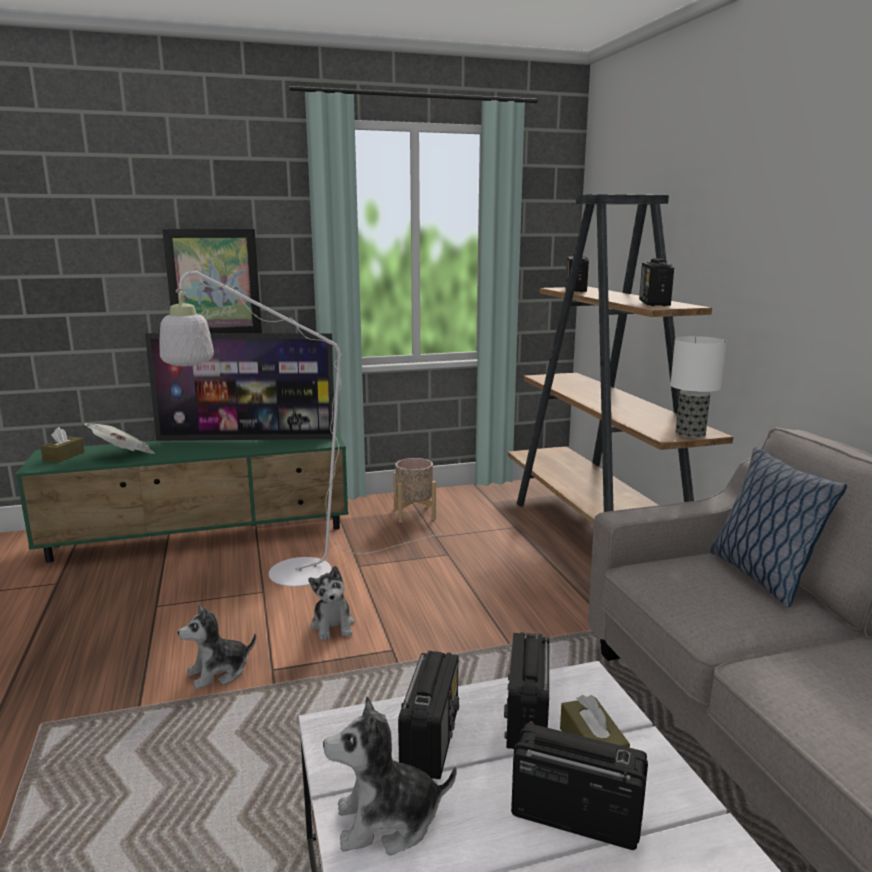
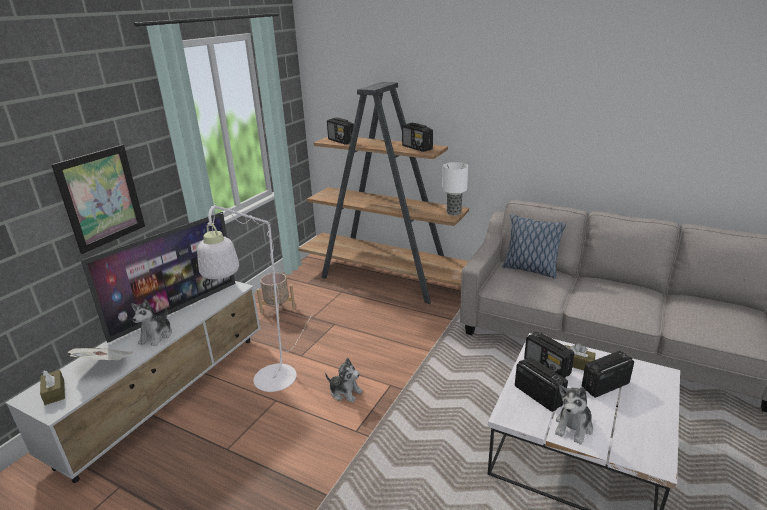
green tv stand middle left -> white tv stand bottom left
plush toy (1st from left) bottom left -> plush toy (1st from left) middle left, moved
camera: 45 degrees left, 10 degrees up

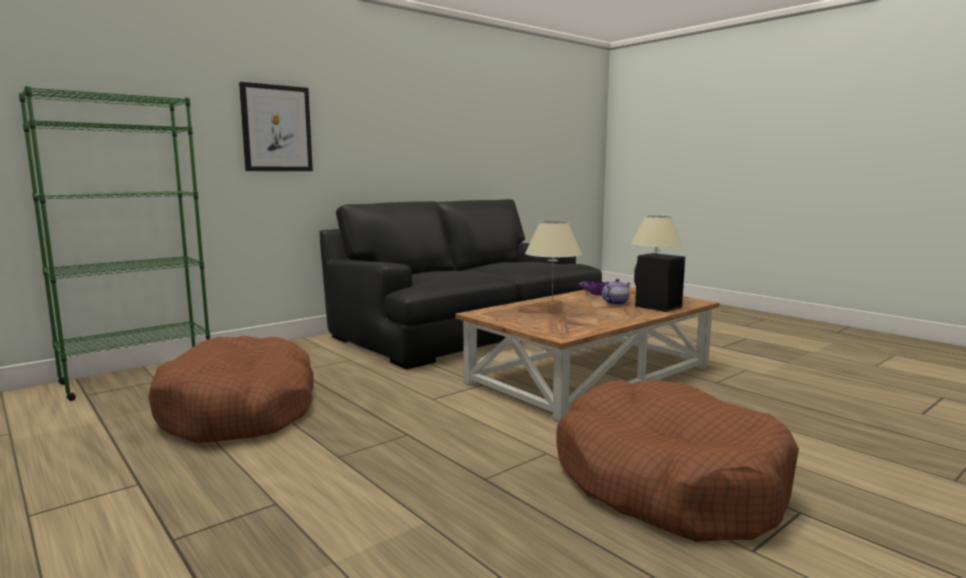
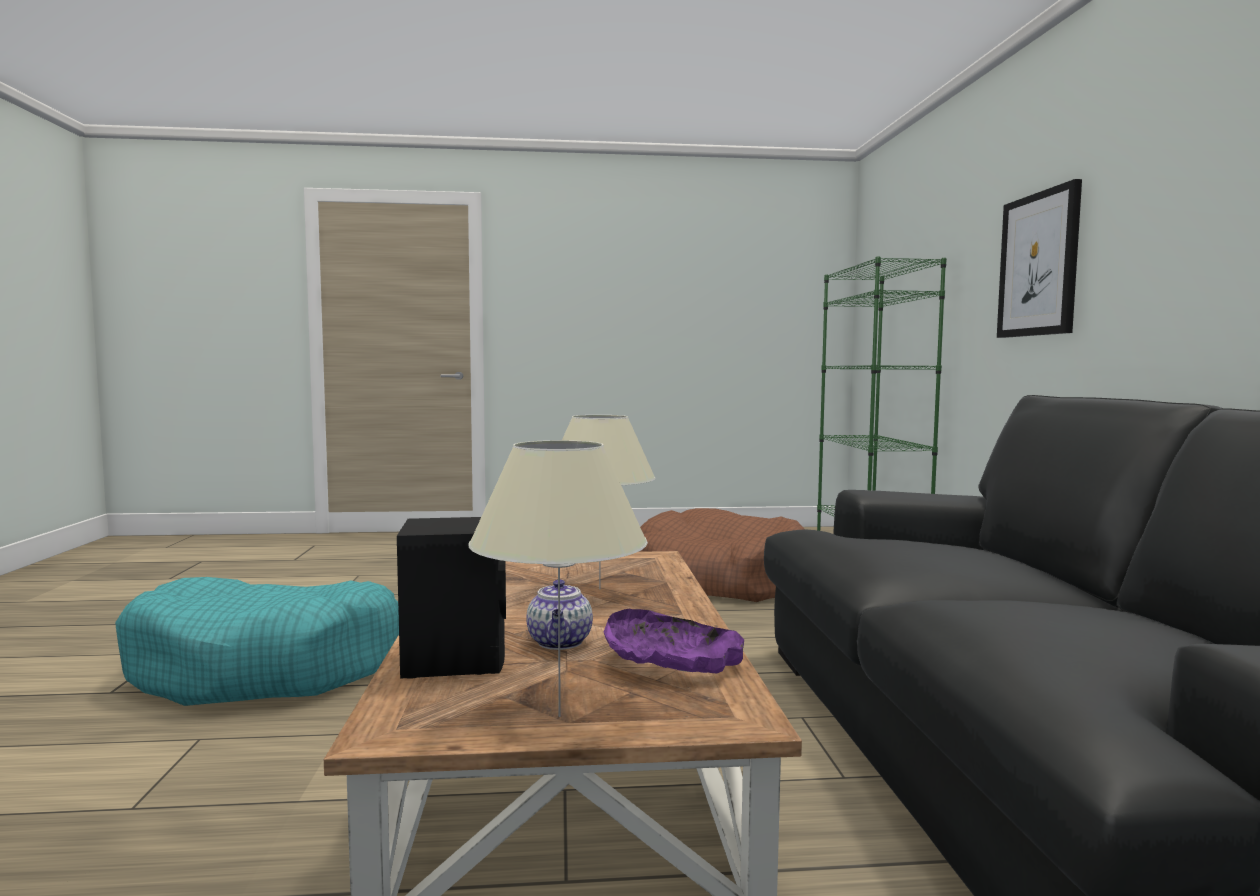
brown dog bed (2nd from left) bottom right -> turquoise dog bed bottom left
camera: 125 degrees right, 5 degrees down

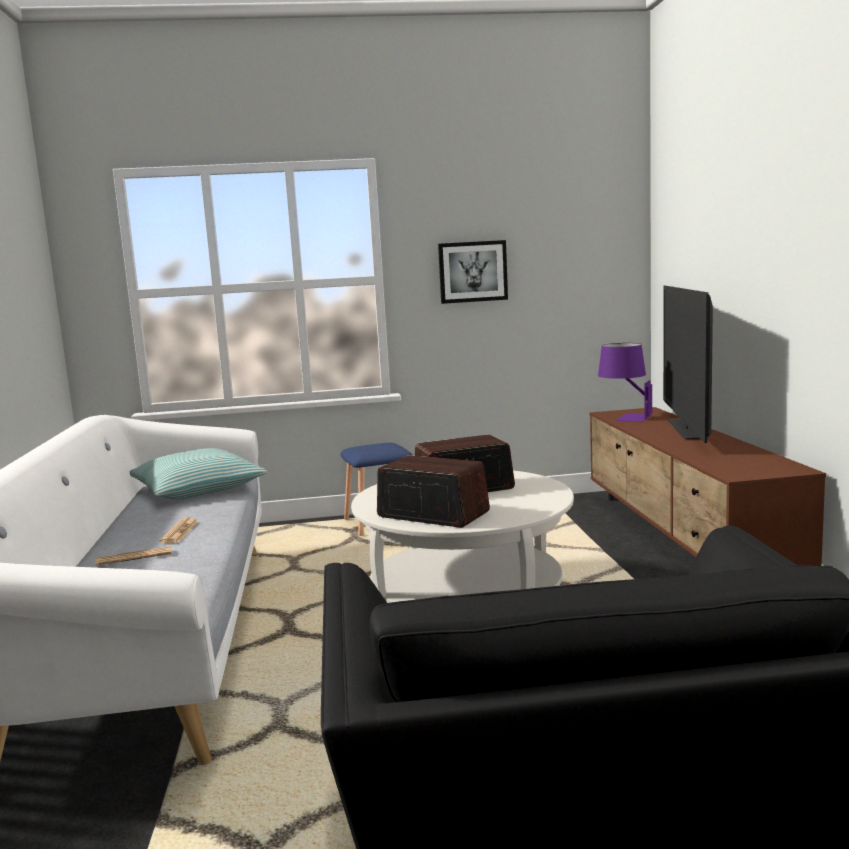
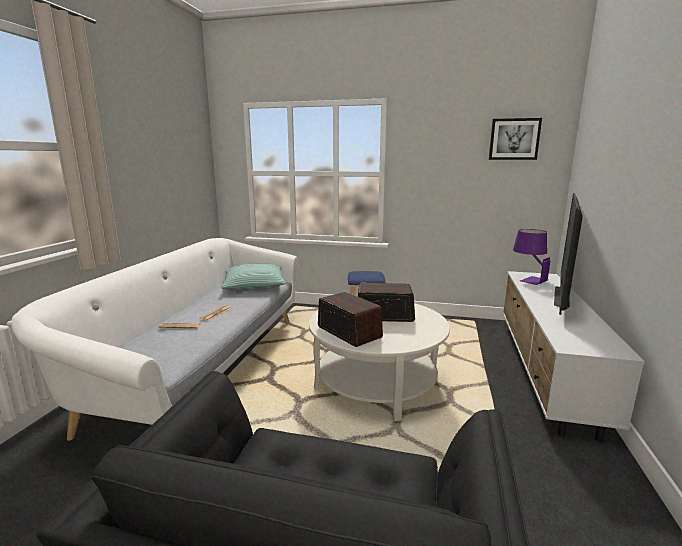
picture top centre -> picture top right, moved
brown tv stand middle right -> white tv stand middle right
camera: 20 degrees right, 5 degrees up

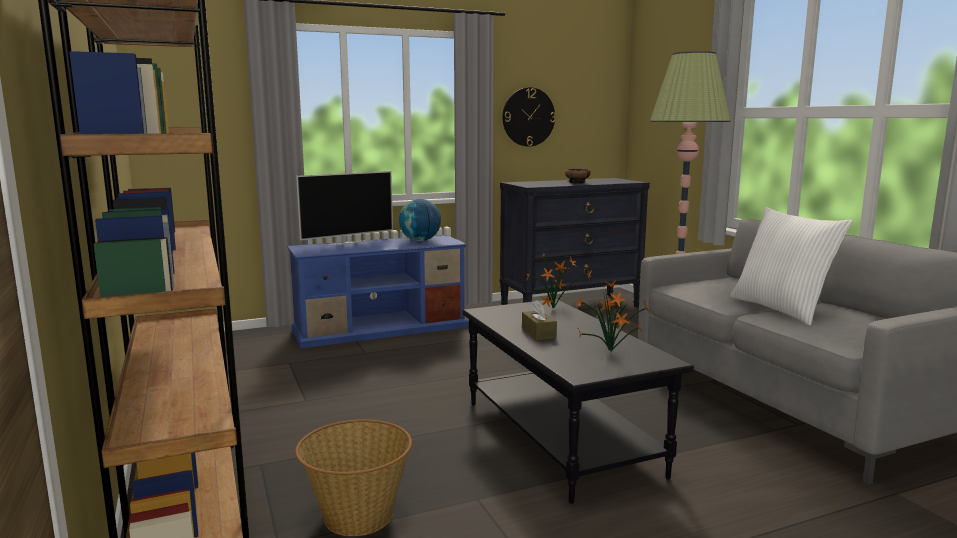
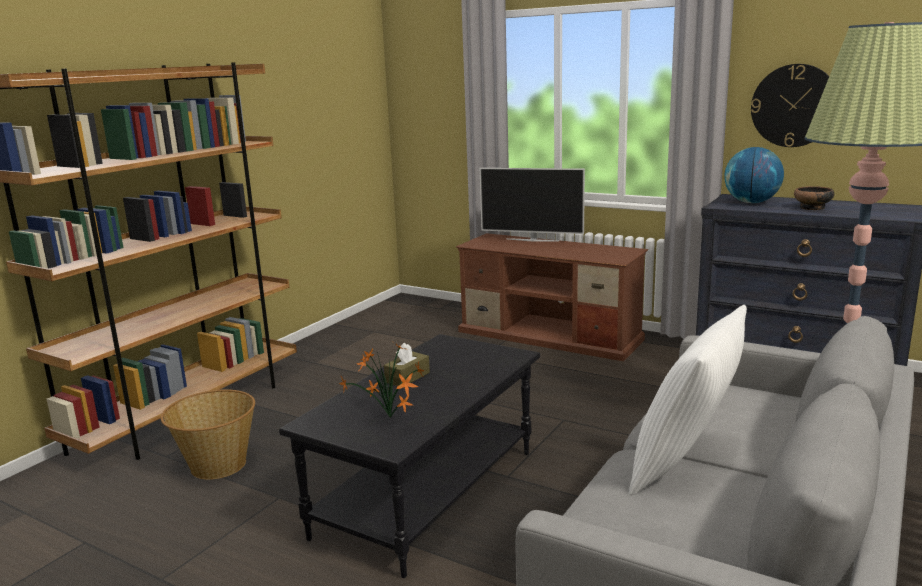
blue tv stand centre -> brown tv stand centre
globe centre -> globe top right, moved
potted plant (1st from left) centre -> none
camera: 55 degrees right, 5 degrees up

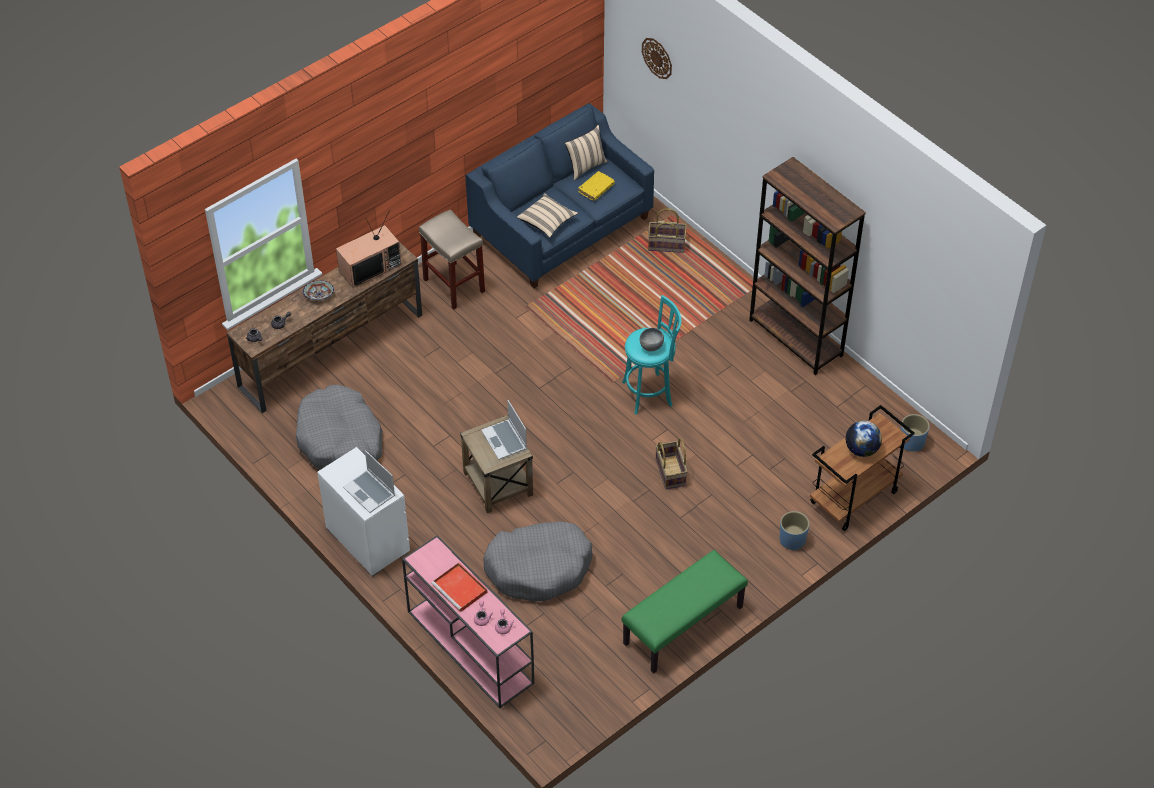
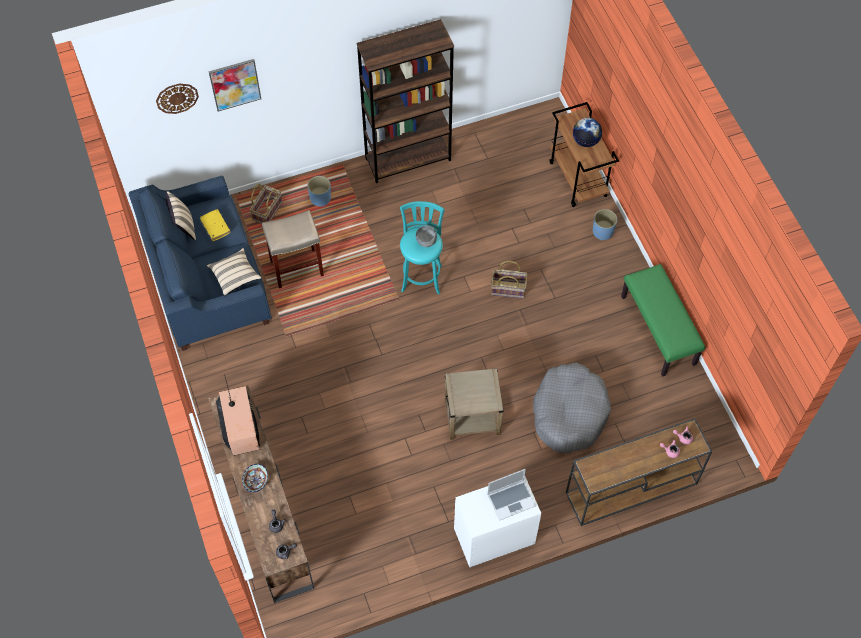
none -> picture top left
beige stool top centre -> beige stool centre, moved
blue planter (2nd from left in the first image) middle right -> blue planter (1st from left) top centre, moved
pink console table bottom centre -> brown console table bottom right
grey dog bed (1st from left) middle left -> none
red tray bottom centre -> none
laptop (2nd from left) centre -> none
camera: 70 degrees left, 10 degrees up

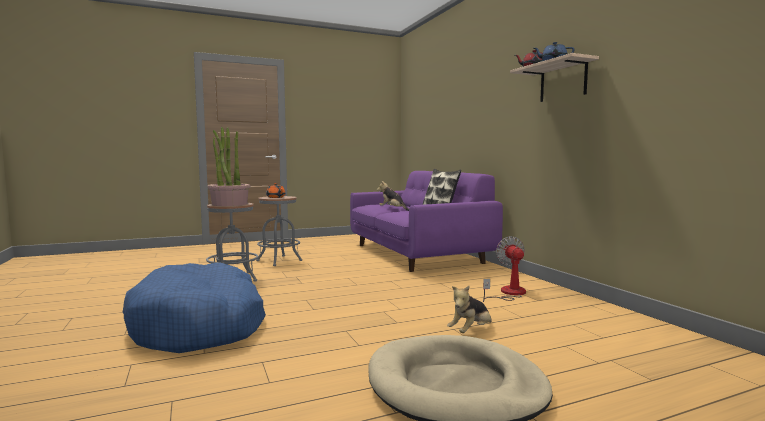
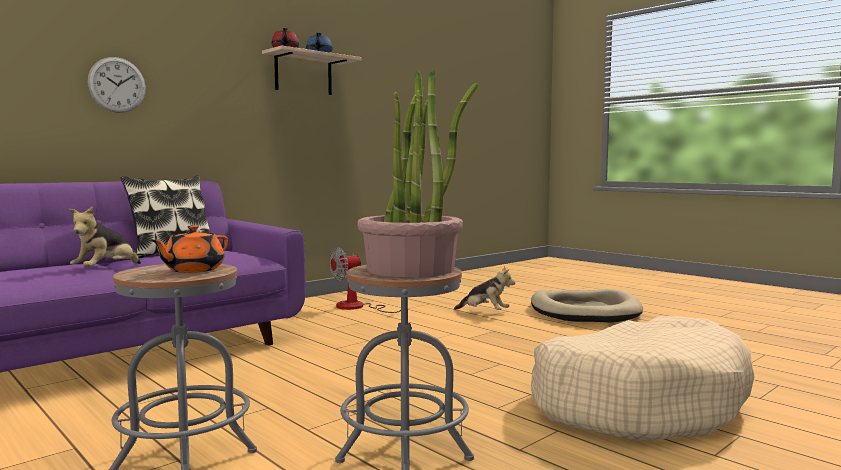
none -> wall clock top left
blue dog bed bottom left -> beige dog bed (2nd from left) bottom right
camera: 110 degrees left, 0 degrees up

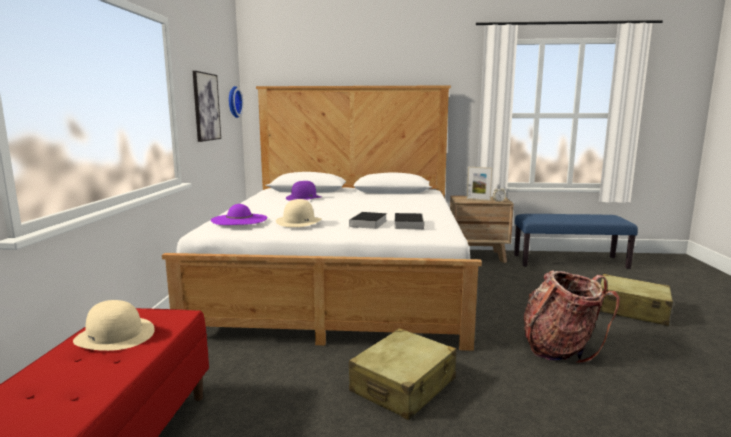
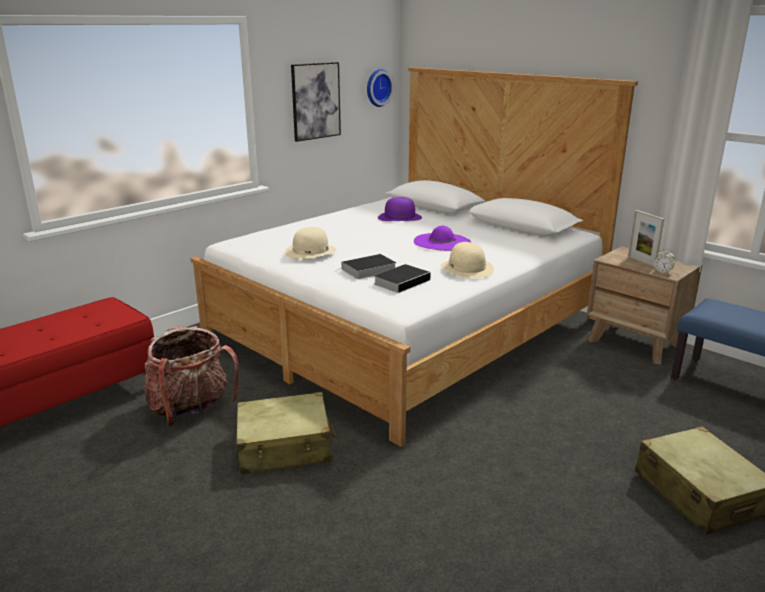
backpack bottom right -> backpack middle left, moved
purple hat (1st from left in the first image) middle left -> purple hat (2nd from left) centre, moved
beige hat (1st from left in the first image) bottom left -> beige hat (2nd from left) centre, moved
camera: 40 degrees right, 10 degrees up

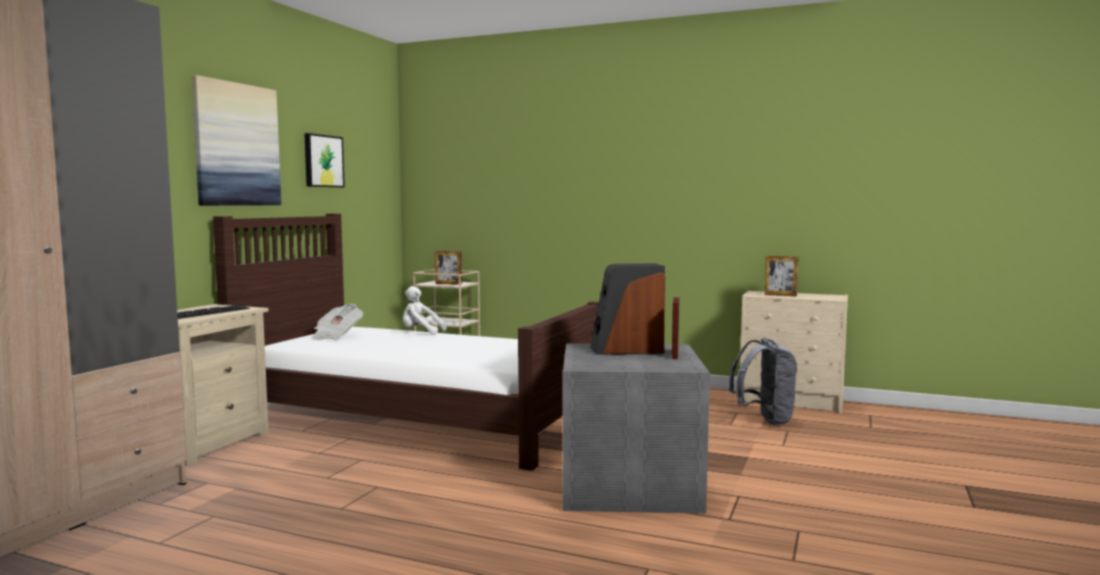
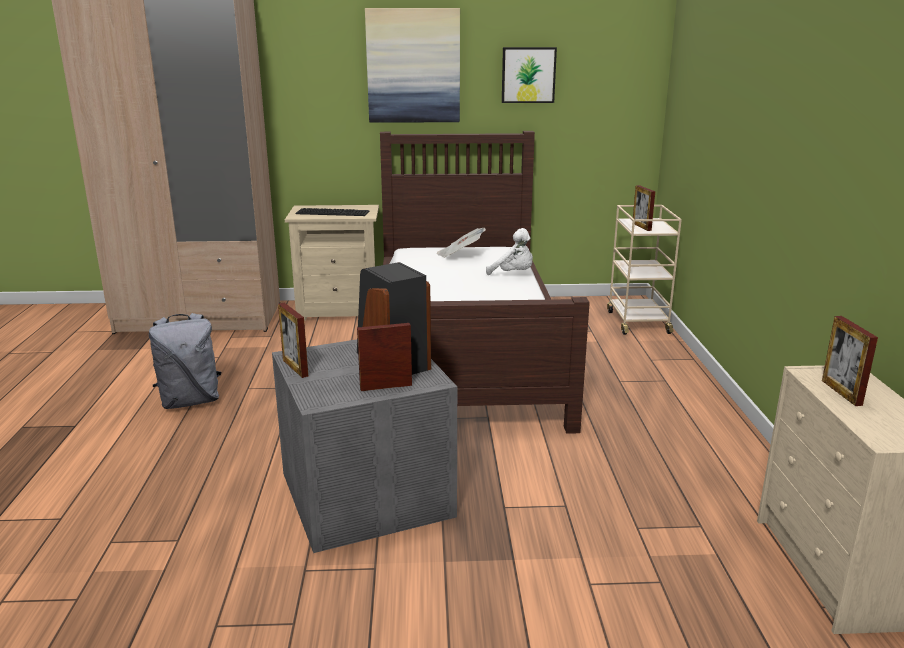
grey backpack middle right -> grey backpack middle left, moved
none -> picture frame (1st from left) middle left
white plush toy centre, 135 degrees clockwise
camera: 65 degrees right, 15 degrees up

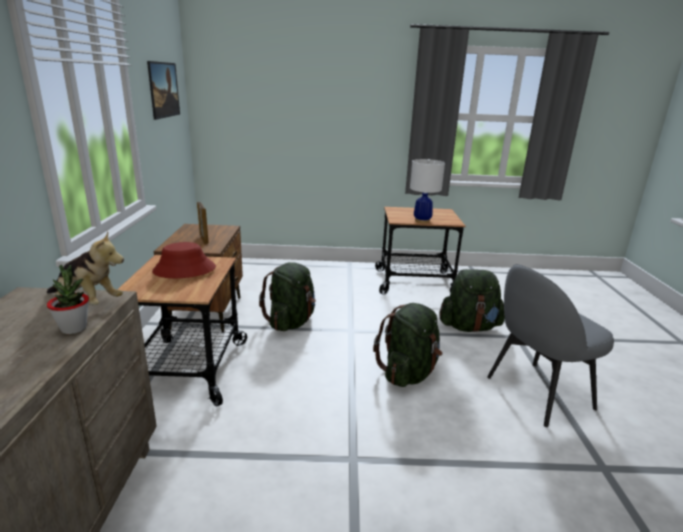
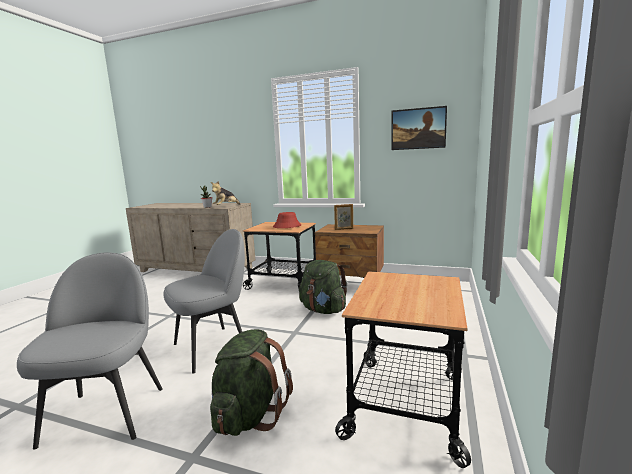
green backpack (2nd from left) centre -> grey chair (2nd from left) middle left
white table lamp centre -> none
camera: 110 degrees right, 10 degrees down

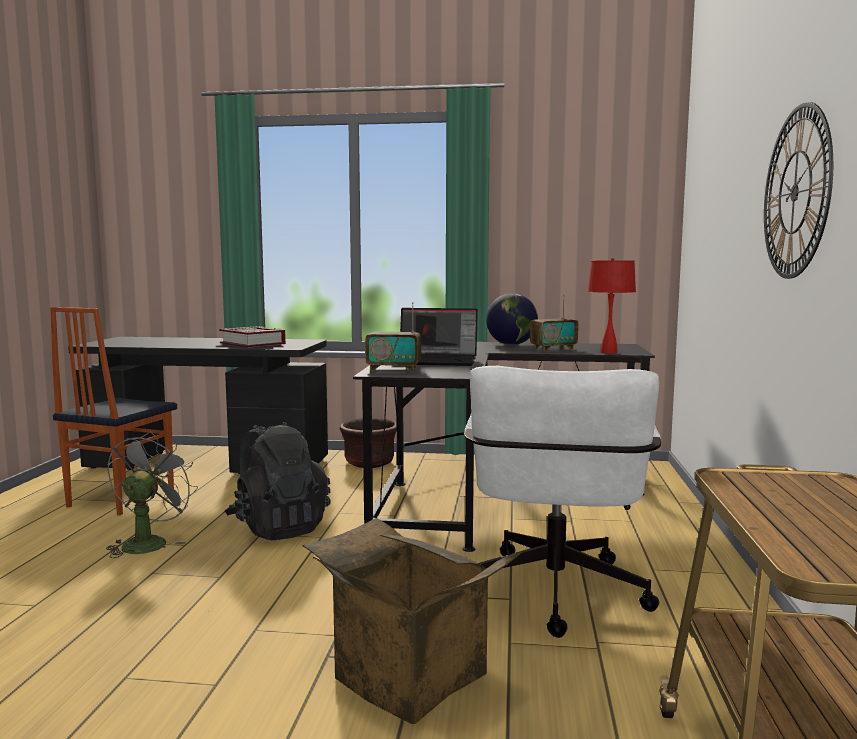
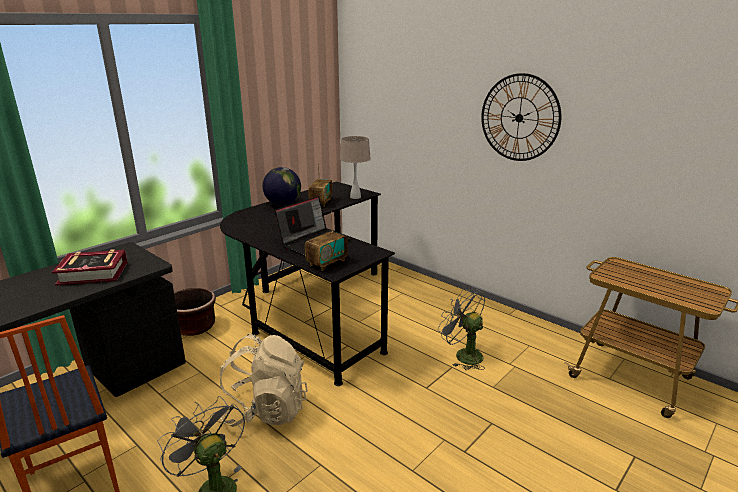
black backpack middle left -> beige backpack bottom centre
red table lamp middle right -> beige table lamp centre
white office chair bottom centre -> grey fan (2nd from left) bottom centre
cardboard box bottom centre -> none
camera: 55 degrees left, 15 degrees up

